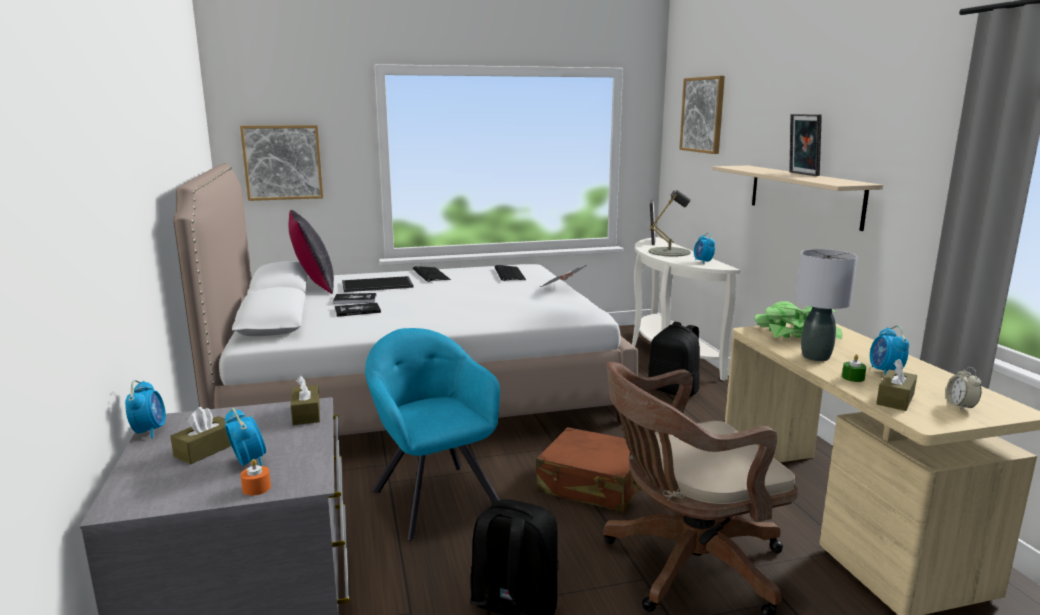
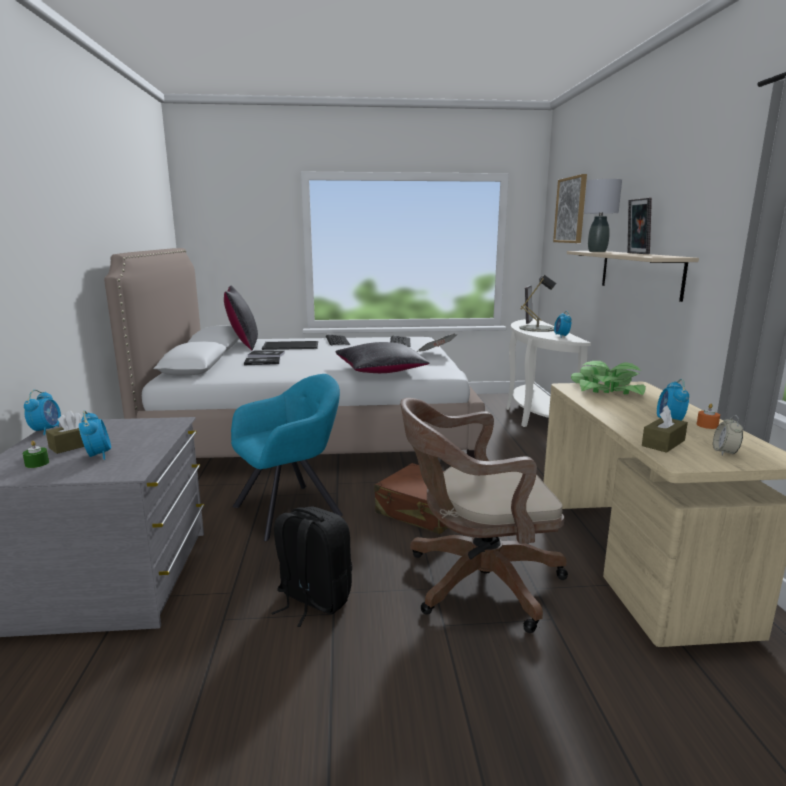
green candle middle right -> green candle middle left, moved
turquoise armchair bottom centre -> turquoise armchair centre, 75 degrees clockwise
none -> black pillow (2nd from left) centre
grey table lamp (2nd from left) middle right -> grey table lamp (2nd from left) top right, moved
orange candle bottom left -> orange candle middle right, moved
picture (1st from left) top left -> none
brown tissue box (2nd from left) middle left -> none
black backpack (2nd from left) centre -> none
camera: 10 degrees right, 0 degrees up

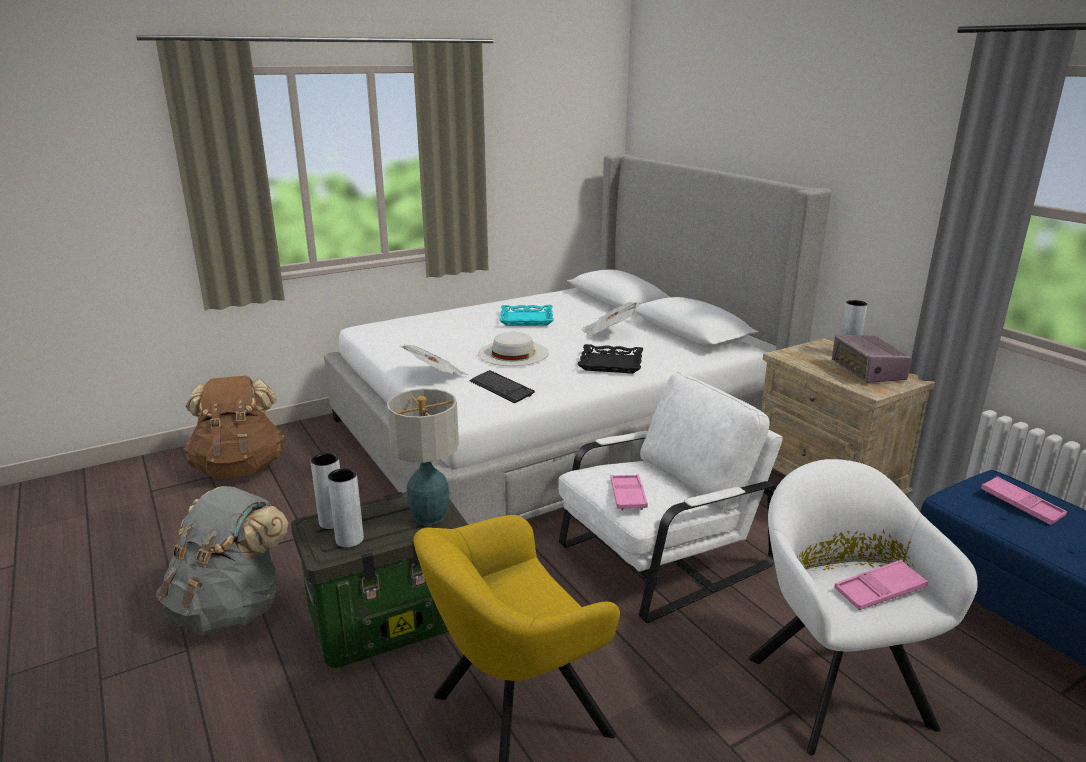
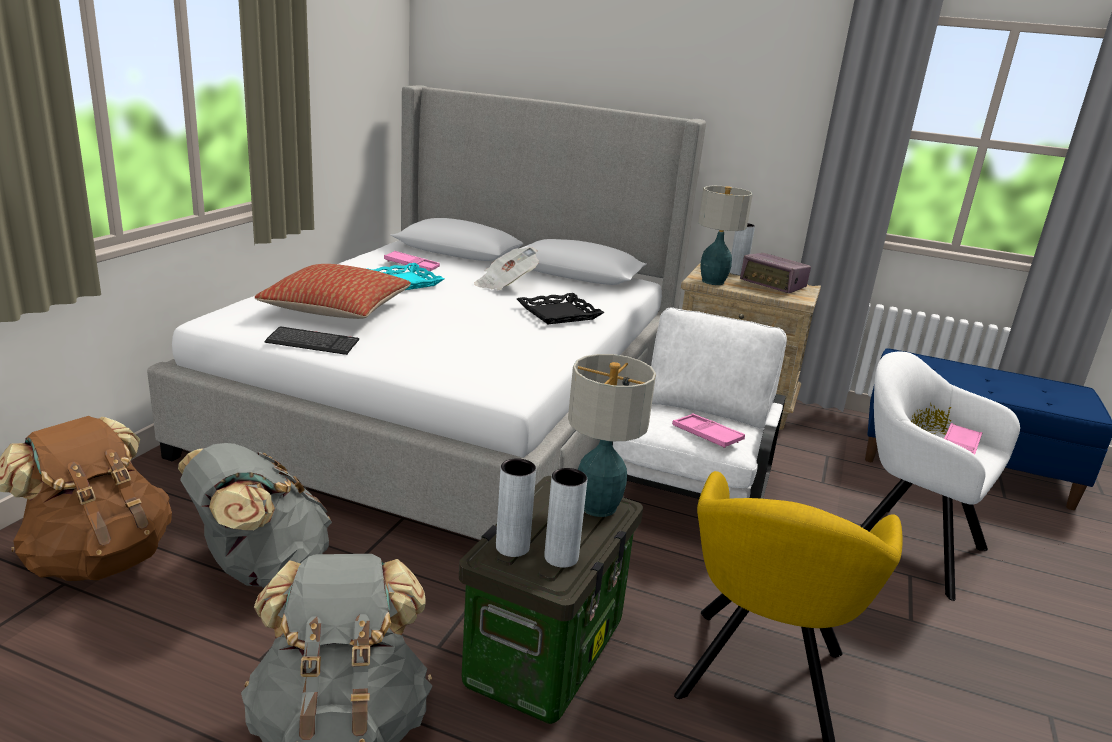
none -> grey backpack (1st from left) bottom left
none -> pillow middle left
keyboard centre -> keyboard middle left, moved
pink tray (3rd from left in the first image) middle right -> pink tray (1st from left) centre, moved
none -> table lamp (2nd from left) top centre
newspaper (1st from left) centre -> none
white hat centre -> none
camera: 40 degrees left, 0 degrees up

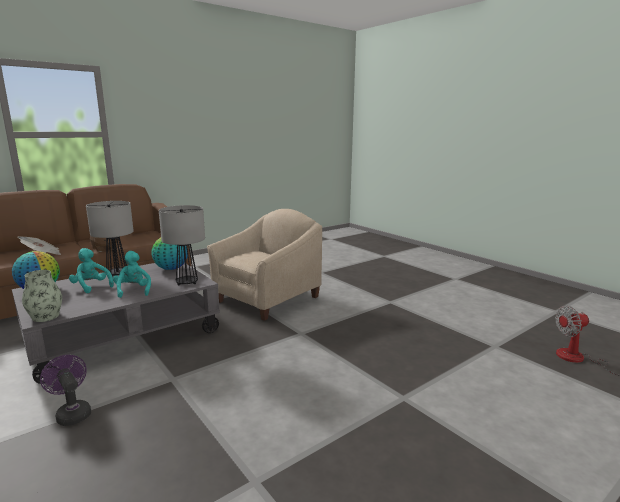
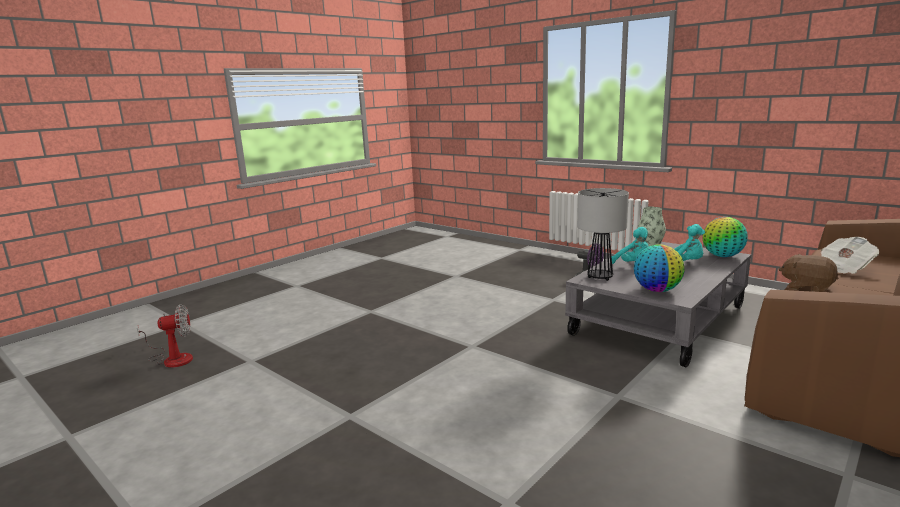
table lamp (1st from left) middle left -> none
beige armchair centre -> none
camera: 170 degrees right, 0 degrees up

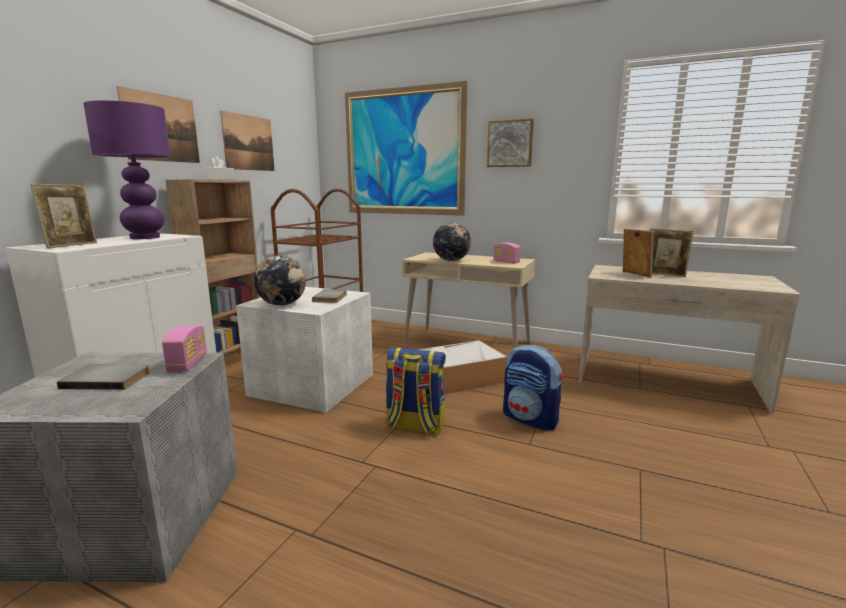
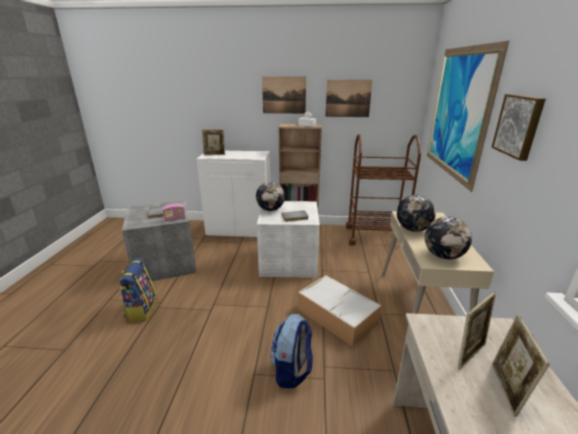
backpack (1st from left) centre -> backpack (1st from left) bottom left, moved
radio (2nd from left) centre -> globe (3rd from left) middle right
purple table lamp top left -> none
camera: 70 degrees right, 10 degrees up

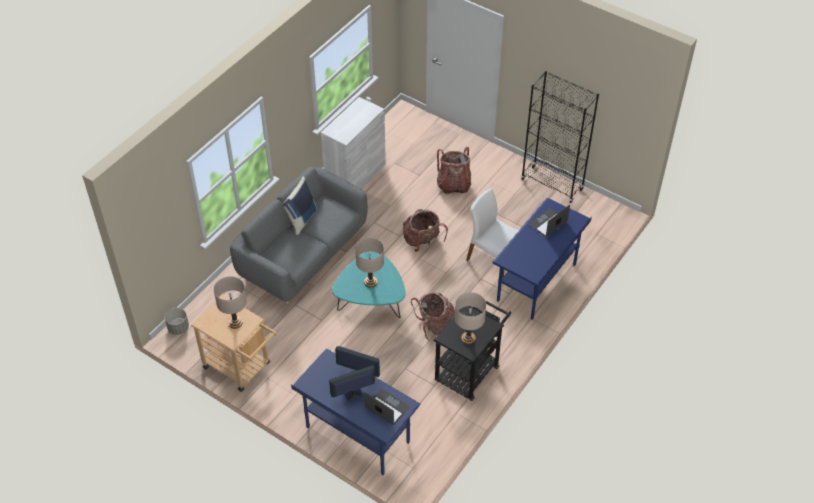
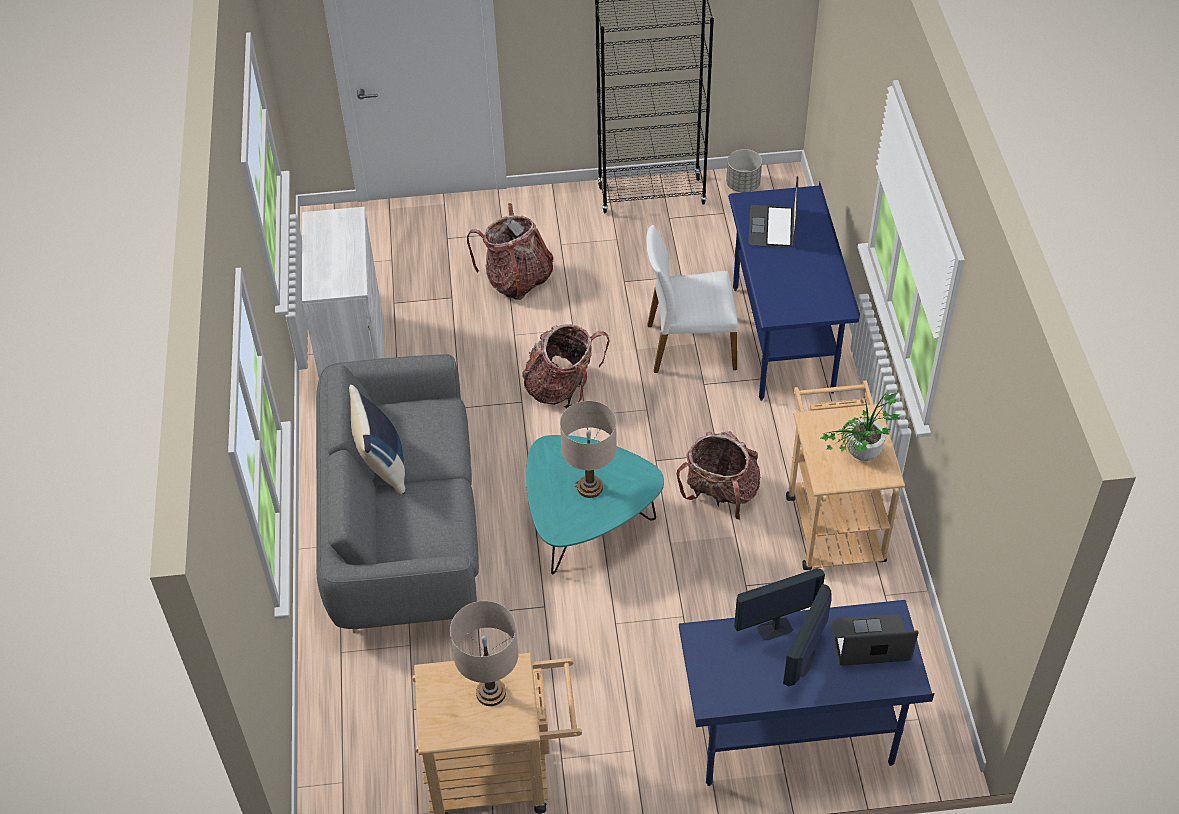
grey planter middle left -> grey planter top centre, moved
black cart bottom centre -> beige cart (2nd from left) middle right
beige table lamp (3rd from left) centre -> potted plant middle right
camera: 40 degrees left, 0 degrees up

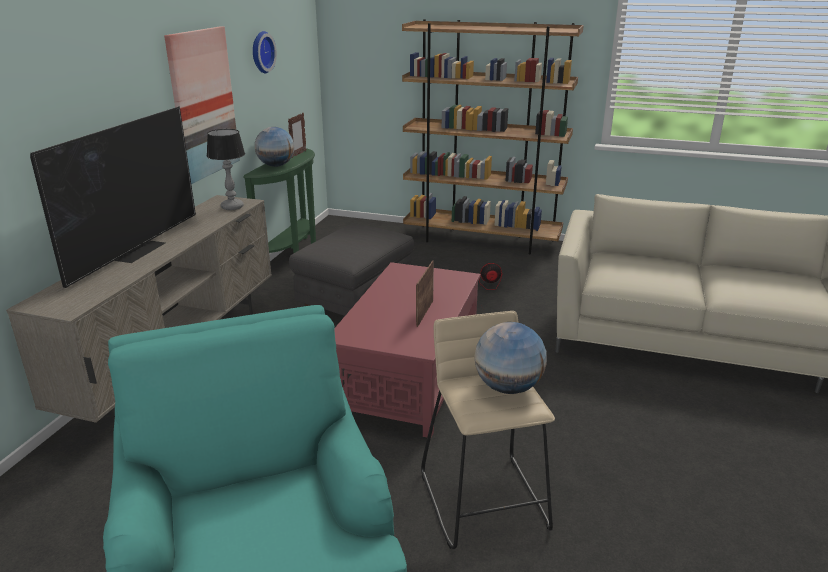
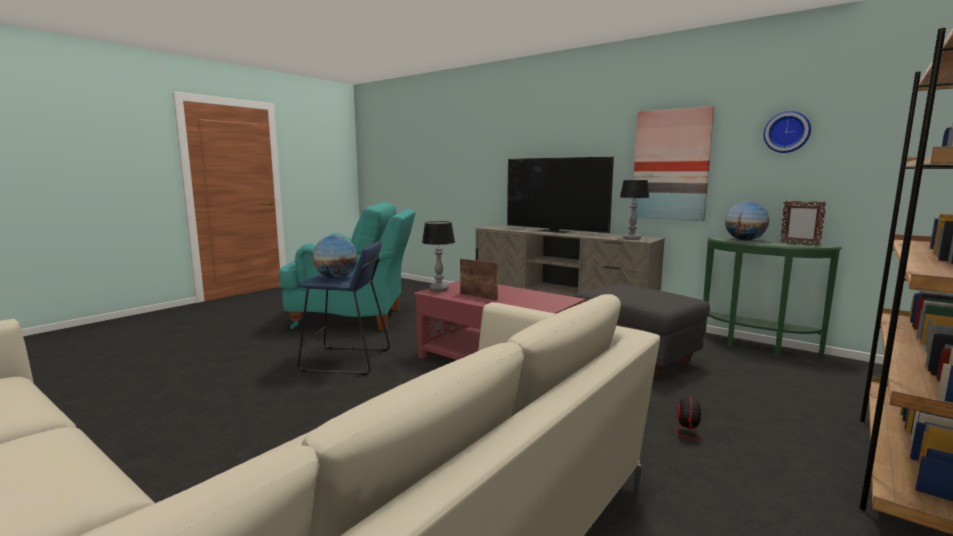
beige stool bottom centre -> blue stool centre
none -> table lamp (1st from left) centre
camera: 110 degrees right, 15 degrees down

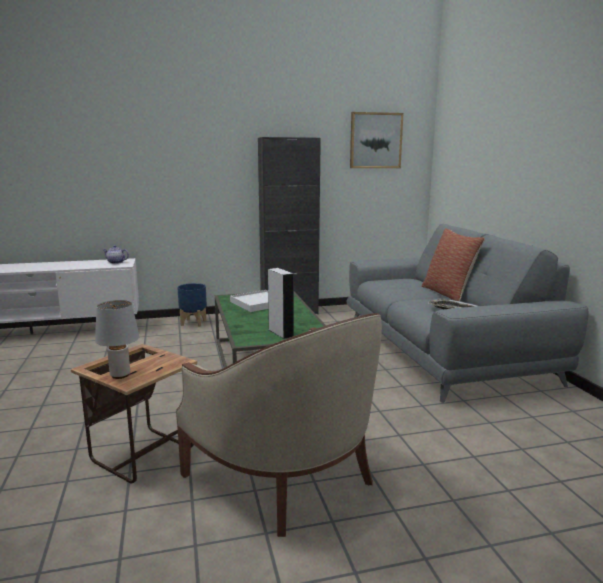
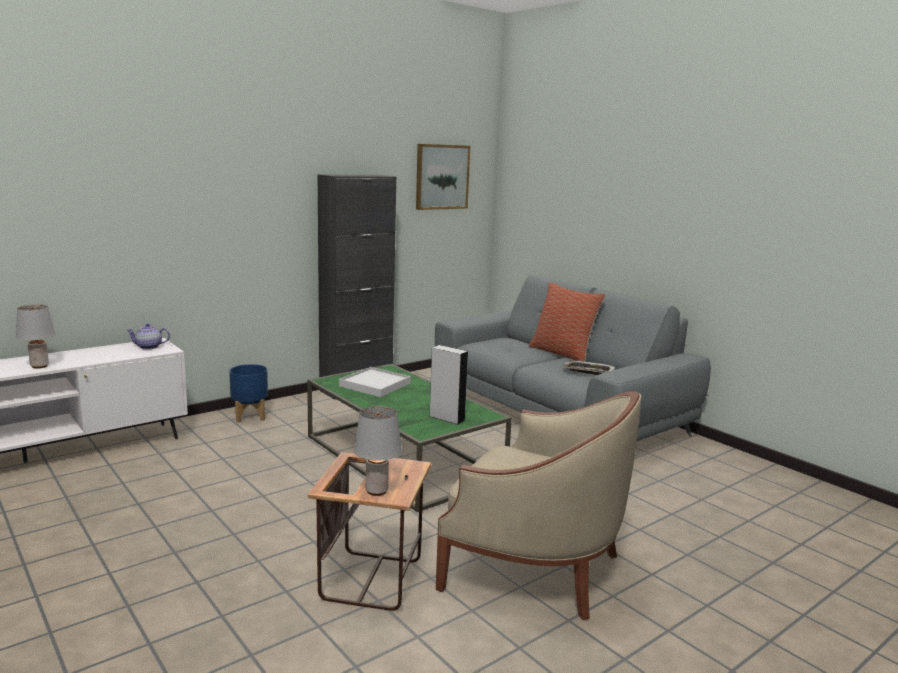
none -> grey table lamp (1st from left) middle left
camera: 25 degrees left, 0 degrees up

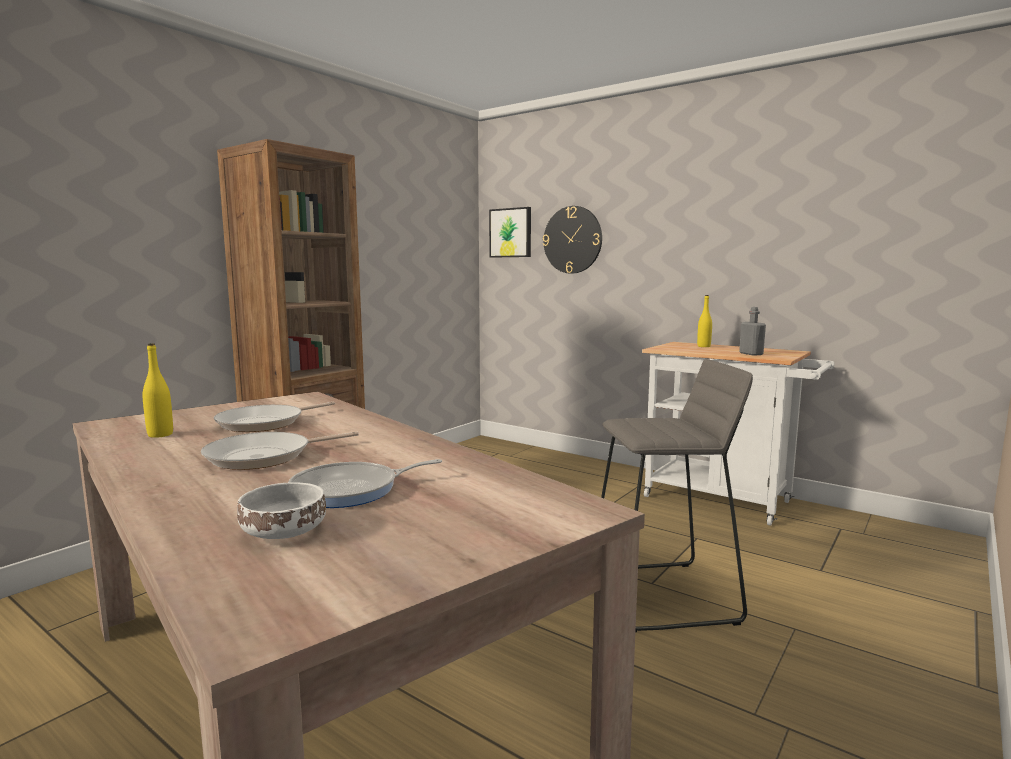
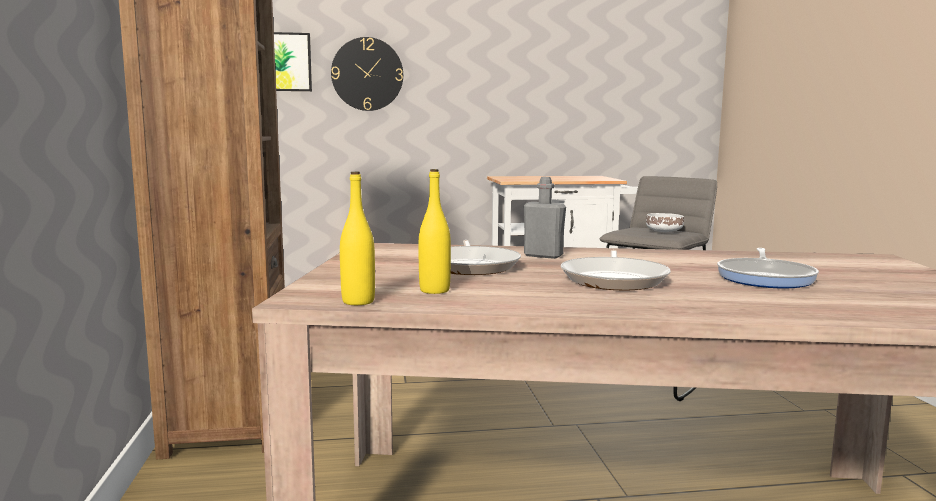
yellow bottle (2nd from left in the first image) middle right -> yellow bottle (1st from left) centre, moved
grey bottle middle right -> grey bottle centre, moved
white bowl bottom left -> white bowl middle right, moved
camera: 45 degrees left, 0 degrees up

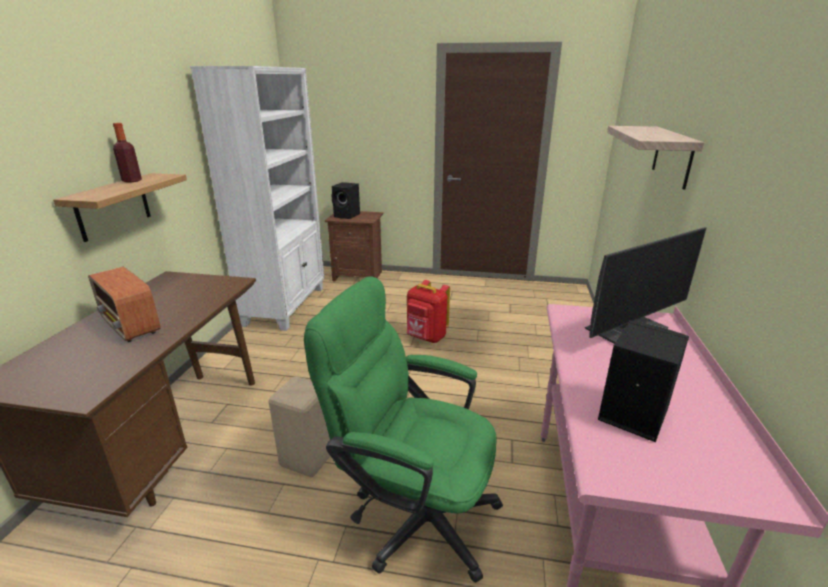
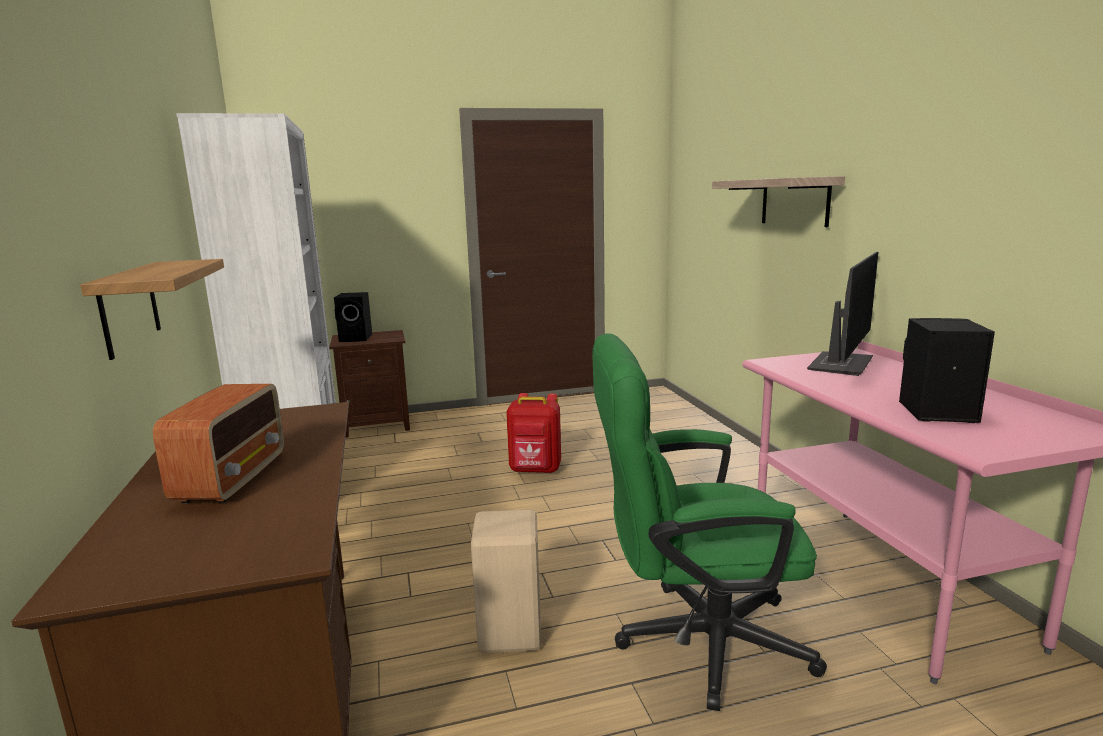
radio middle left, 105 degrees counterclockwise
bottle top left -> none
camera: 25 degrees left, 10 degrees down

